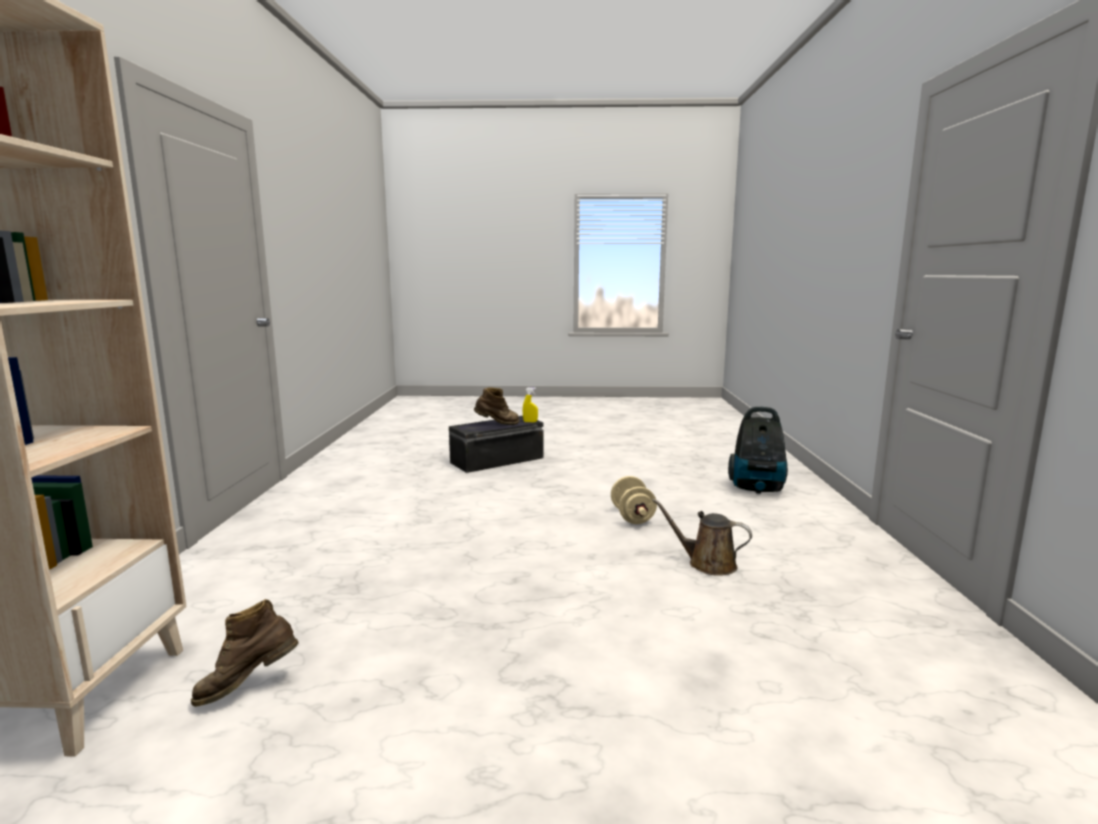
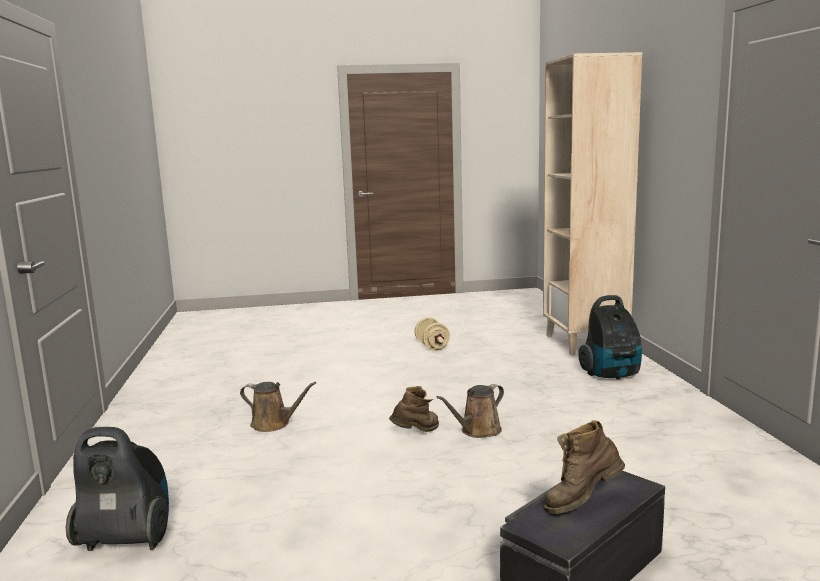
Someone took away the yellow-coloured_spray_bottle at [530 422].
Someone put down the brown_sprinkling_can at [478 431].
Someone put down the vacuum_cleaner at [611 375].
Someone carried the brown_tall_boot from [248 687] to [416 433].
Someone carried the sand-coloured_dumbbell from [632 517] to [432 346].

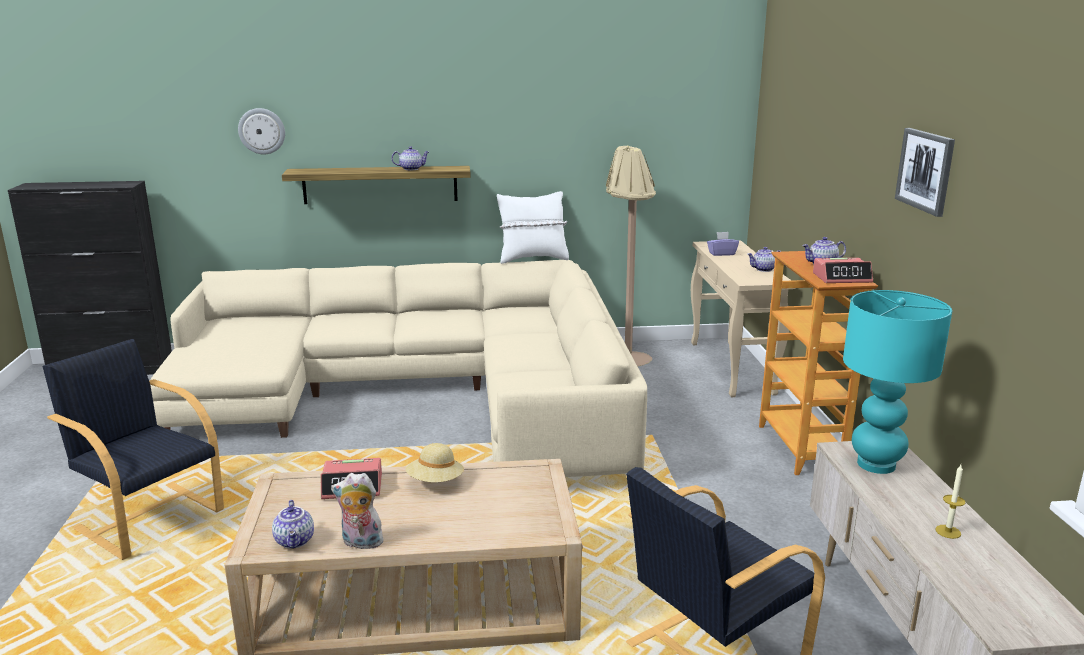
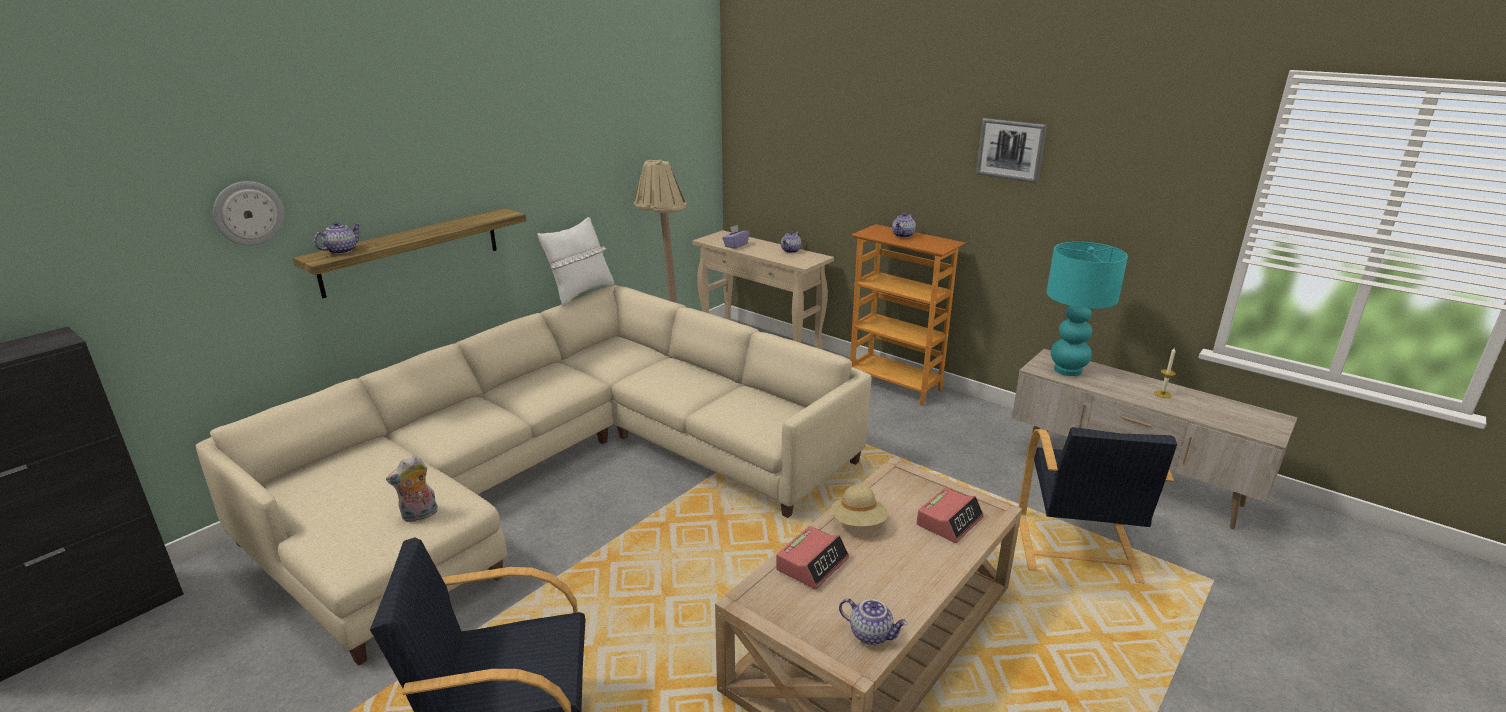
Someone carried the cuddly_toy from [360 543] to [419 516].
Someone carried the pot_for_tea from [411 169] to [341 251].
Someone carried the bedside_clock from [842 278] to [949 521].

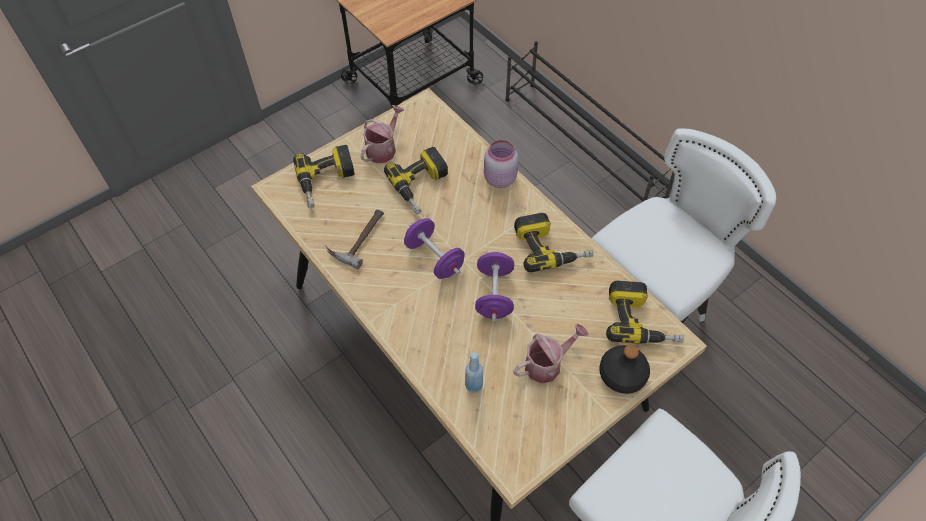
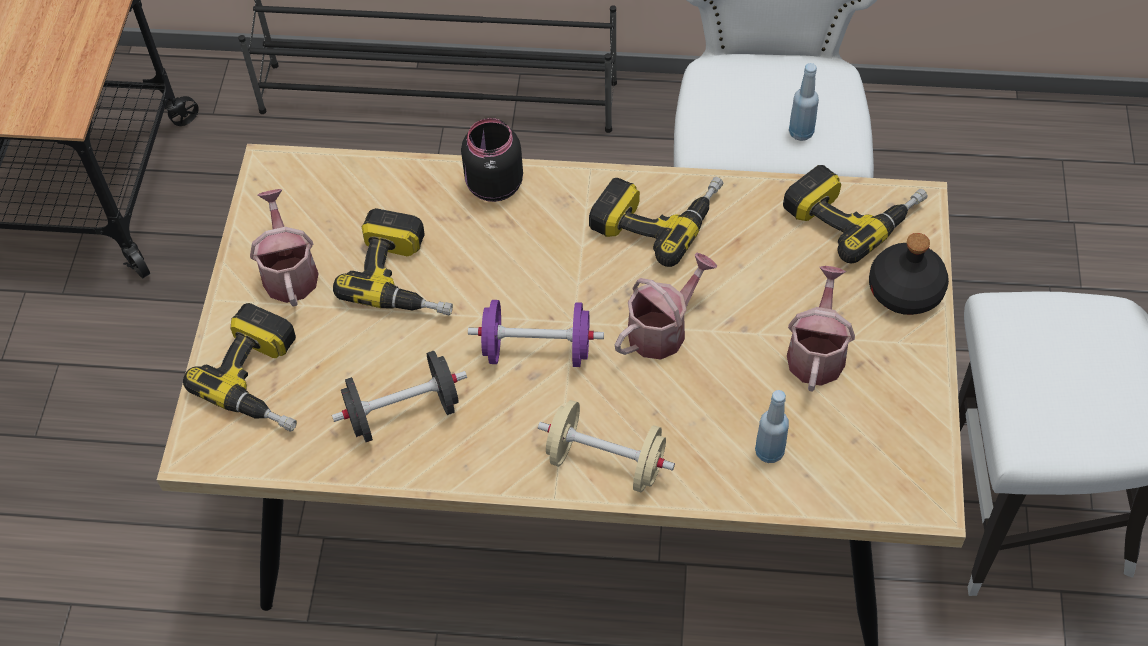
Someone put down the sand-coloured_dumbbell at [606 462].
Someone put down the bluish_beverage_bottle at [801 132].
Someone swapped the hammer at [357 237] for the black-coloured_dumbbell at [403 412].
Someone swapped the purplish_dumbbell at [494 294] for the sprinkling_can at [663 329].
Someone repainted the pinkish_preserve_jar at [499 178], which became the black-coloured_preserve_jar at [493 186].

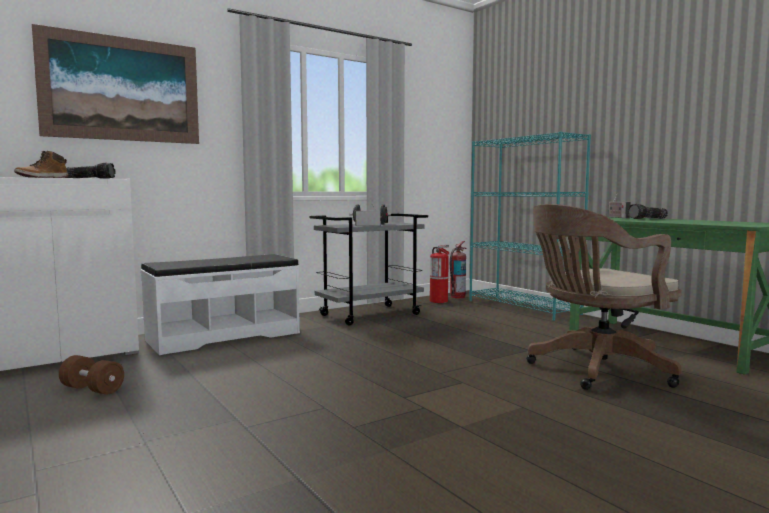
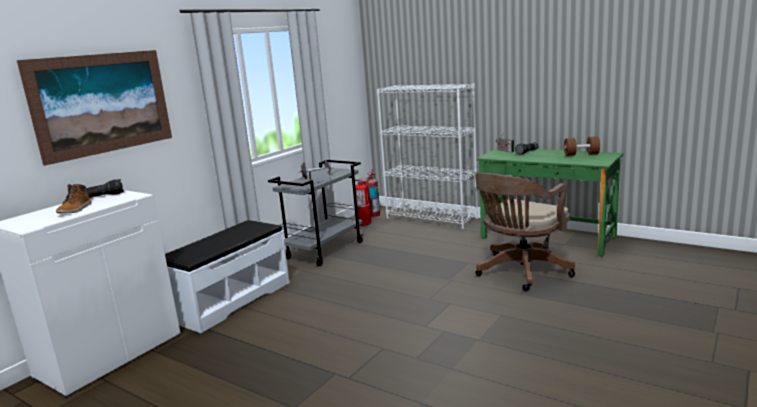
Someone carried the brown_dumbbell from [92 389] to [581 154].
Someone repainted the turquoise-coloured_bookshelf at [523 307], which became the whitish_bookshelf at [432 218].

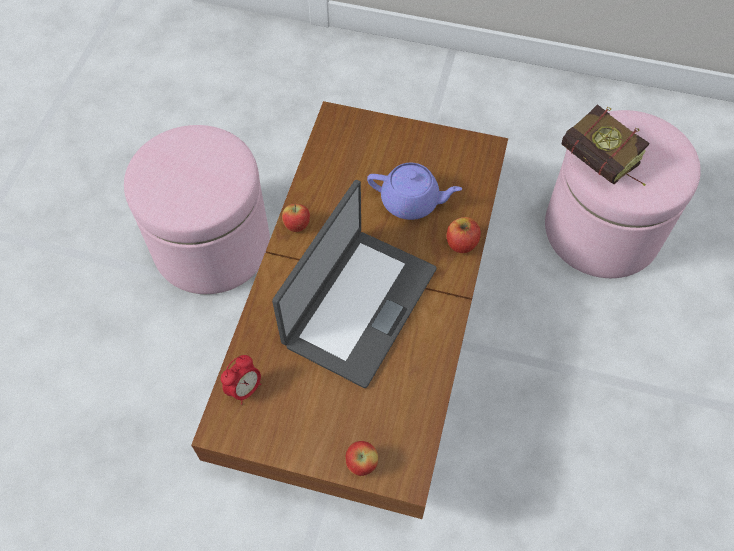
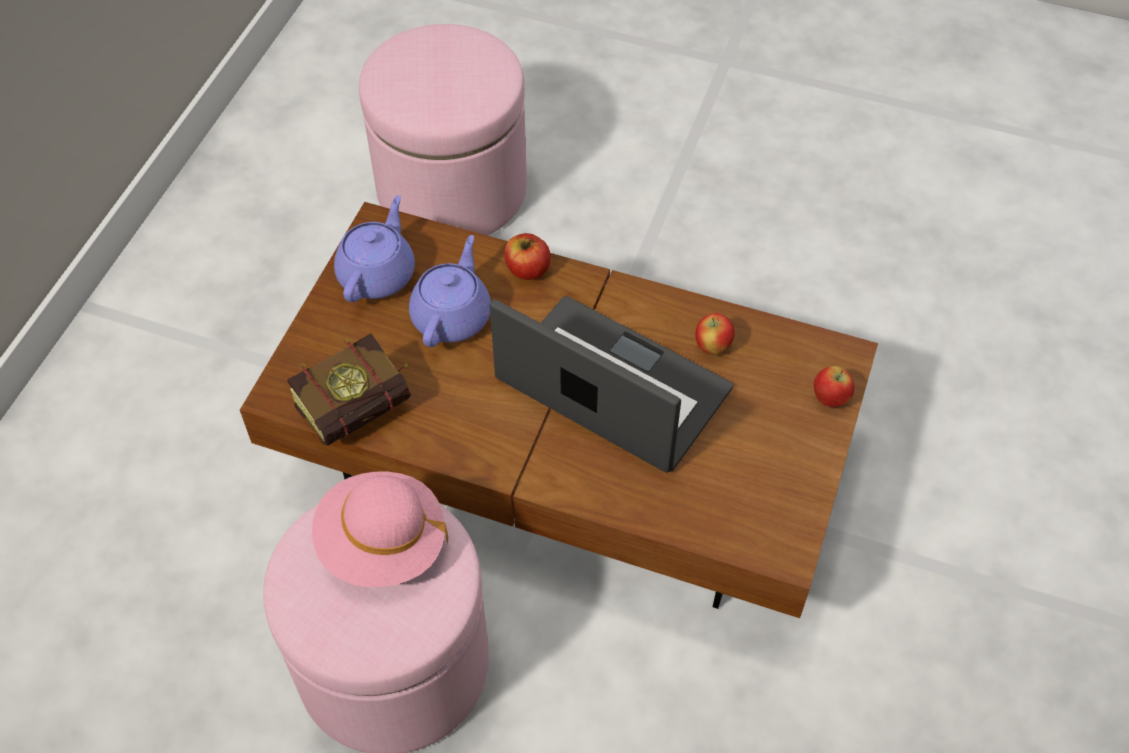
Someone took away the bedside_clock at [245 389].
Someone put down the pinkish_wearable_hat at [382 544].
Someone put down the purplish_pot_for_tea at [378 274].
Someone carried the apple from [297 226] to [712 347].
Someone carried the bound_book from [604 166] to [365 405].

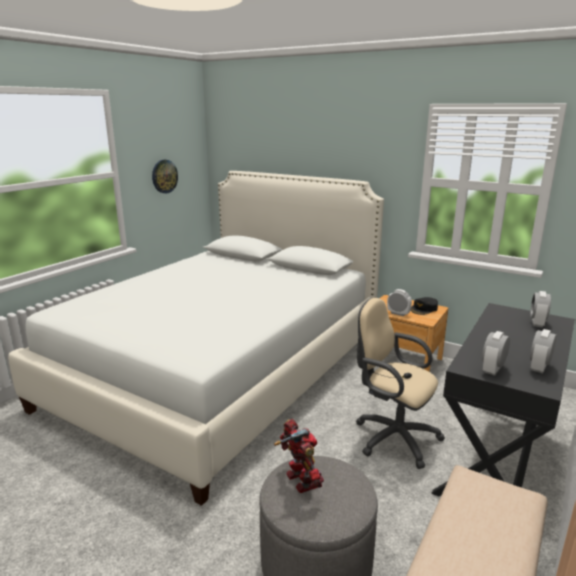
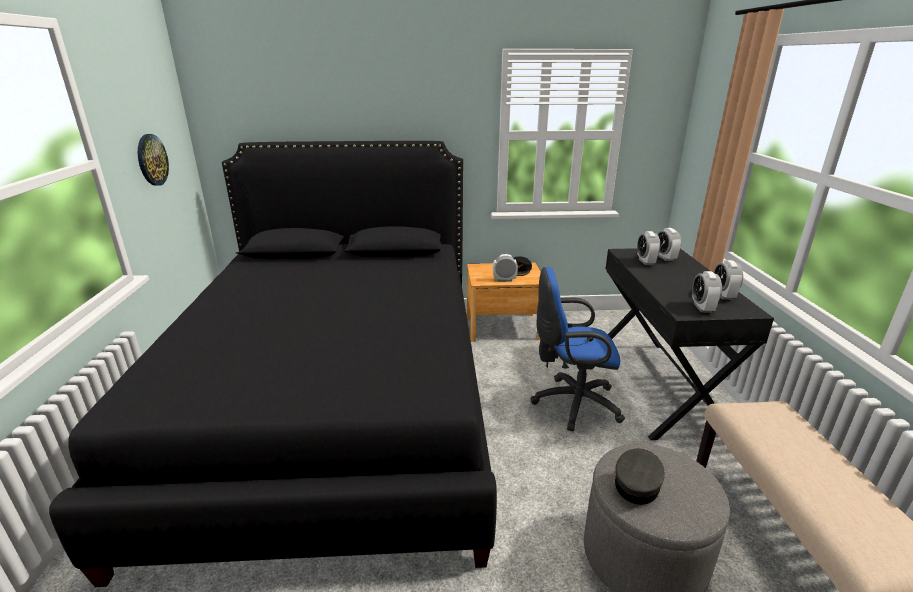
Someone put down the bedside_clock at [645 262].
Someone swapped the model_robot at [300 481] for the greyish_cap at [637 483].
Someone repainted the whitish_sleeping_bed at [221 372], which became the black-coloured_sleeping_bed at [338 405].
Someone repainted the sand-coloured_computer_chair at [392 437], which became the bluish_computer_chair at [571 403].

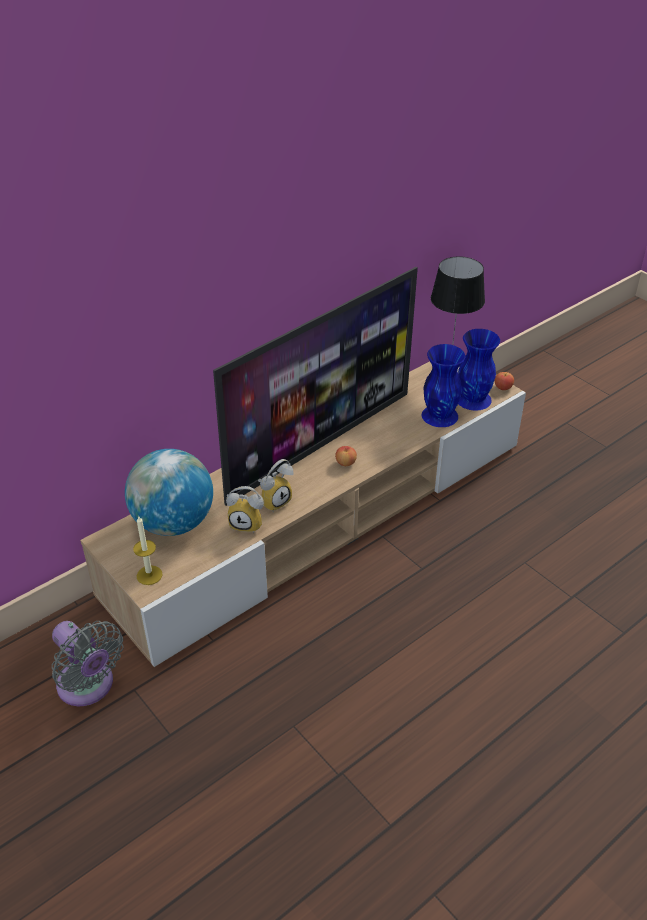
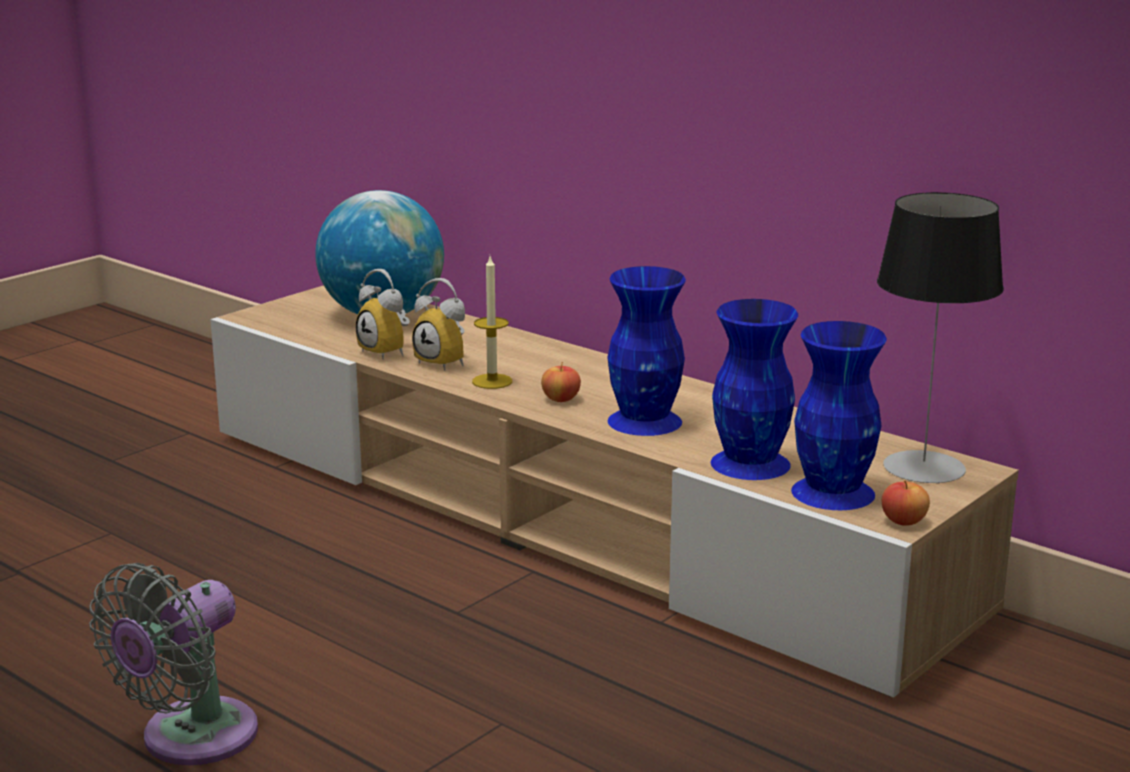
Someone took away the television at [319 444].
Someone put down the bluish_flower_vase at [645 421].
Someone carried the greyish_electric_fan from [88 687] to [190 739].
Someone carried the candle from [149 575] to [492 381].
Someone rotated the bedside_clock at [248 523] by 45 degrees counterclockwise.

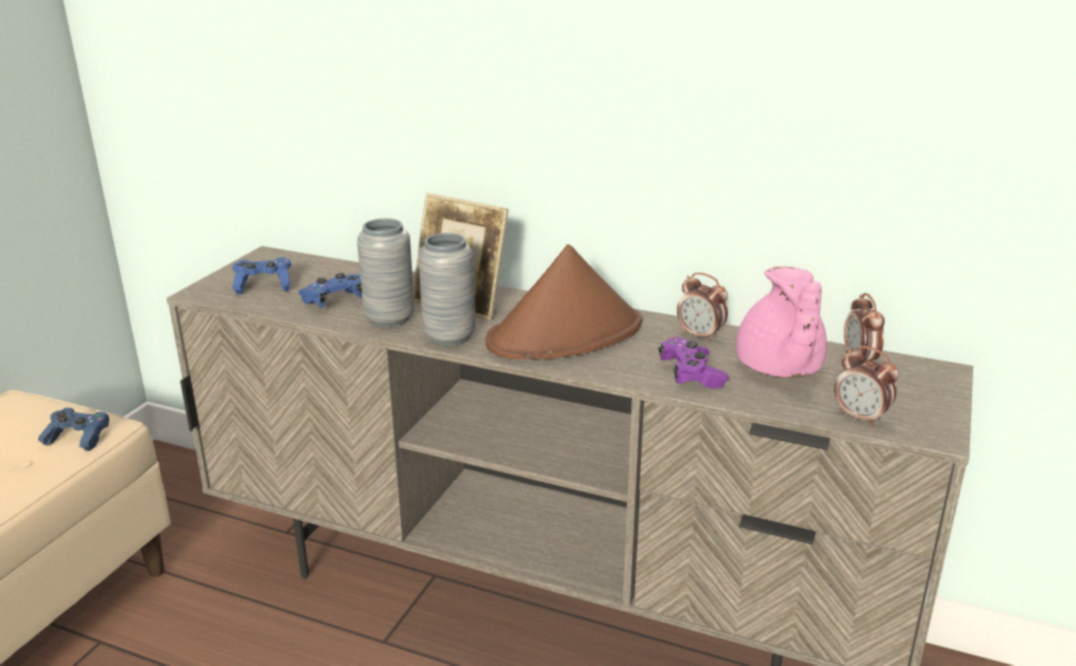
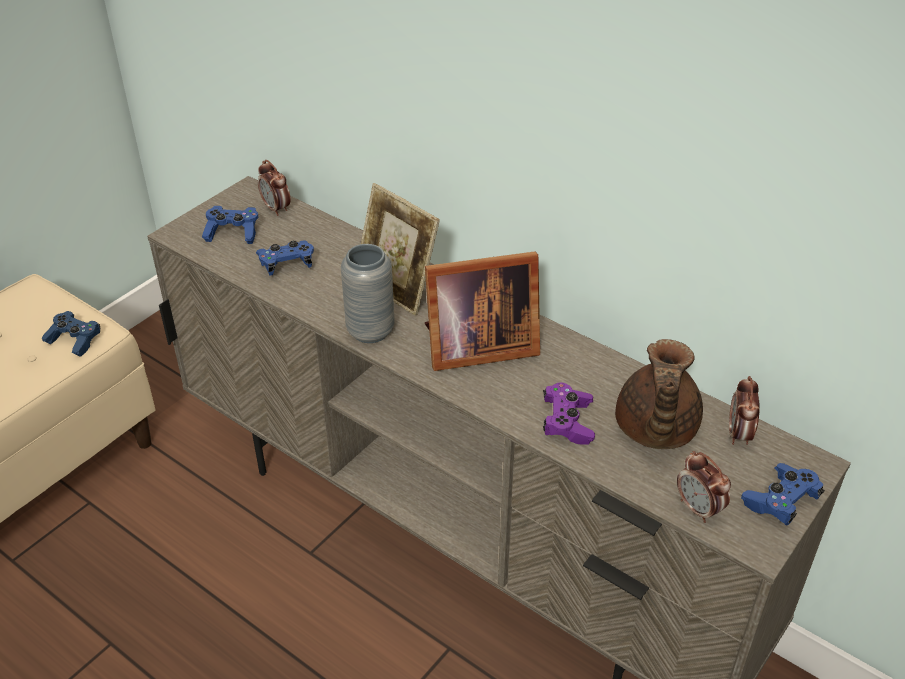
Someone took away the greyish_flower_vase at [389 319].
Someone put down the bluish_joypad at [780 501].
Someone carried the bedside_clock from [700 336] to [276 209].
Someone swapped the brown_wearable_hat at [566 334] for the standing_frame at [476 347].
Someone repainted the pinkish_pot_for_tea at [778 368], which became the brown_pot_for_tea at [654 430].

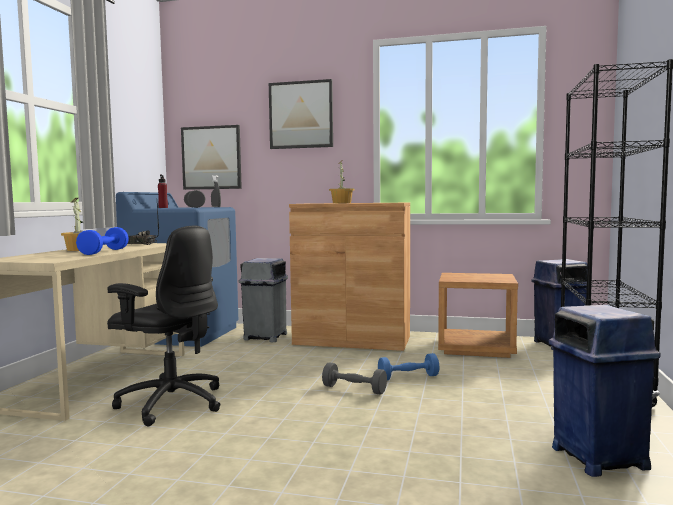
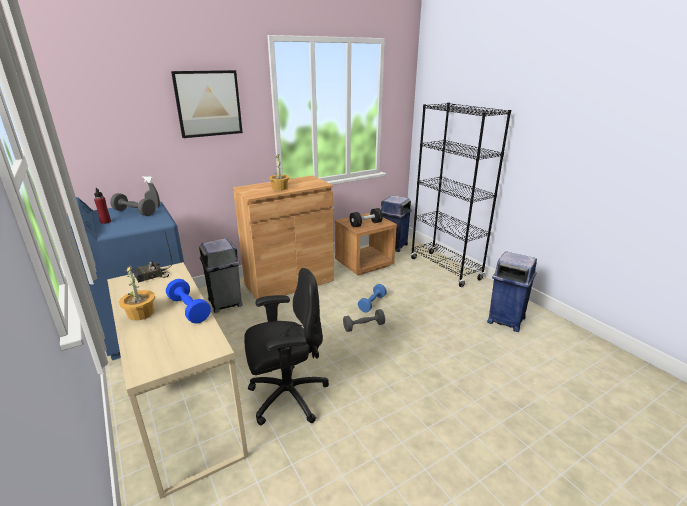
Someone took away the picture at [211 158].
Someone put down the black-coloured_dumbbell at [366 224].

